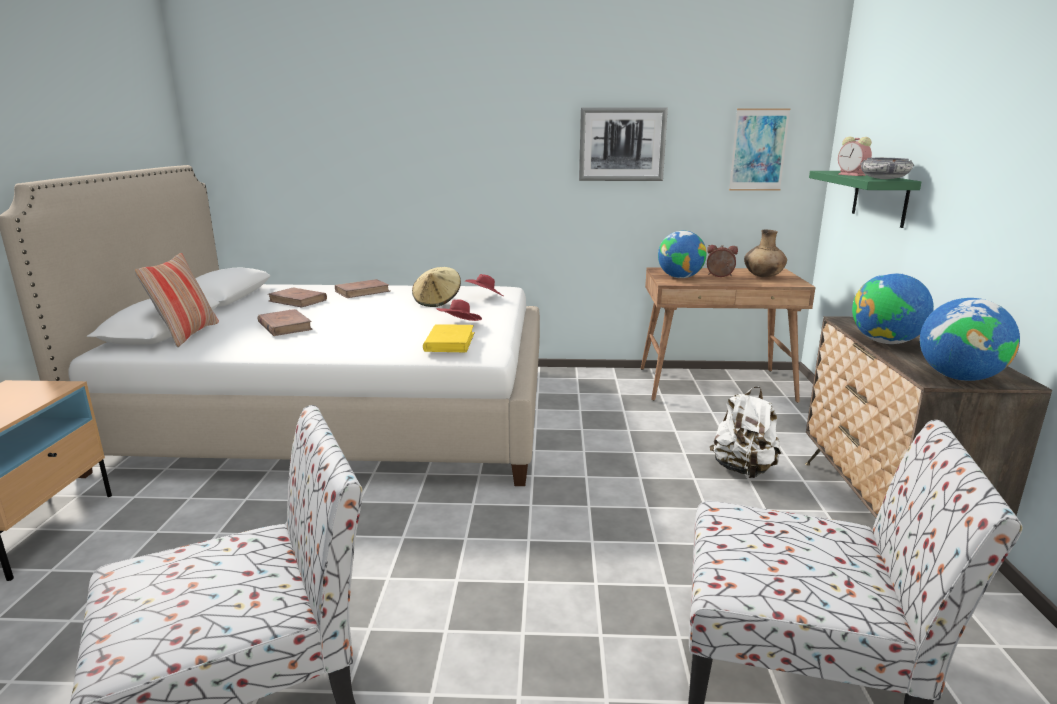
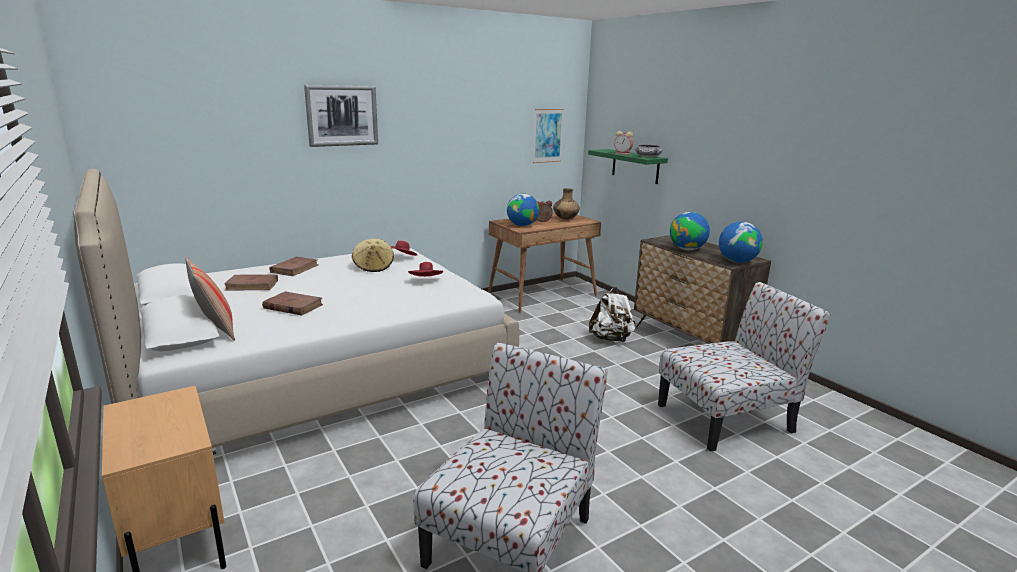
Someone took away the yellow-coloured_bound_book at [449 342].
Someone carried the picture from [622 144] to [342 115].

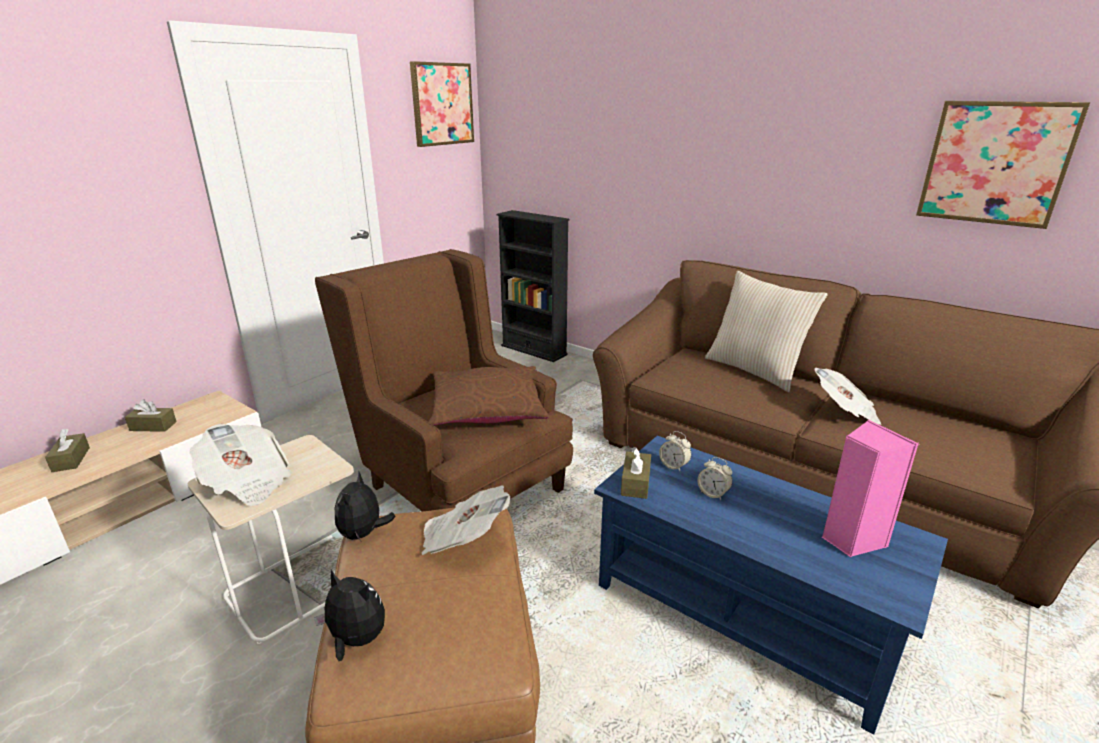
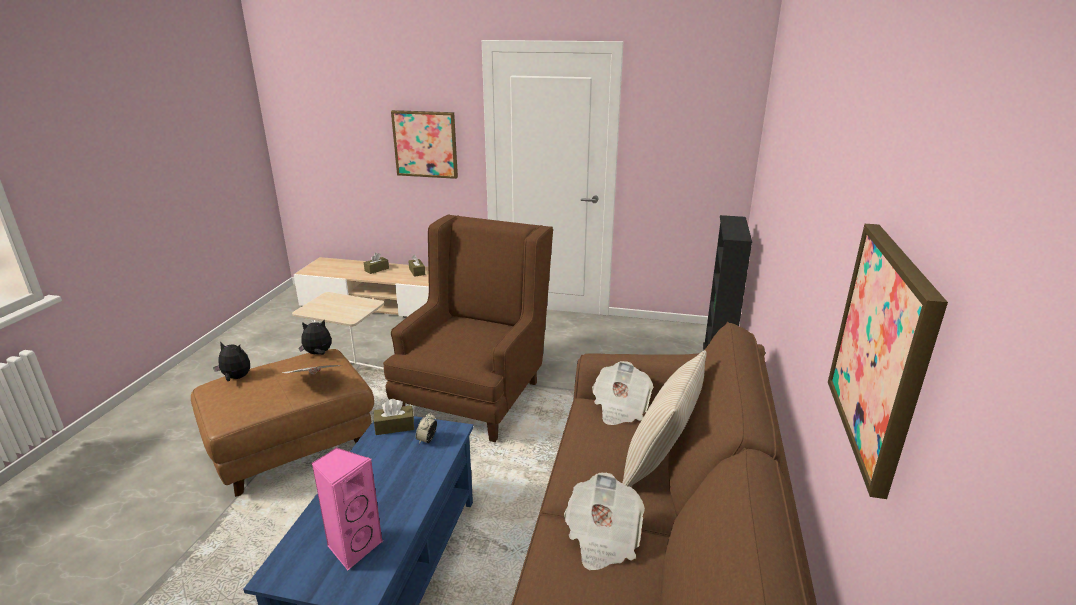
Someone took away the brown_throw_pillow at [487 408].
Someone took away the bedside_clock at [713 493].
Someone carried the printed_paper from [247 483] to [620 408].
Someone carried the picture from [442 104] to [425 144].
Someone rotated the cuddly_toy at [356 640] by 75 degrees counterclockwise.

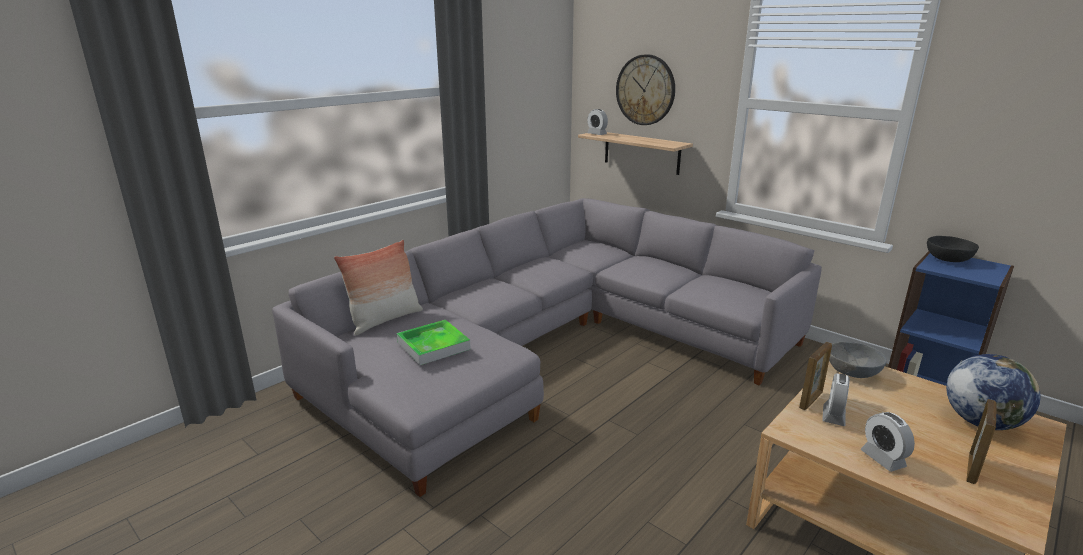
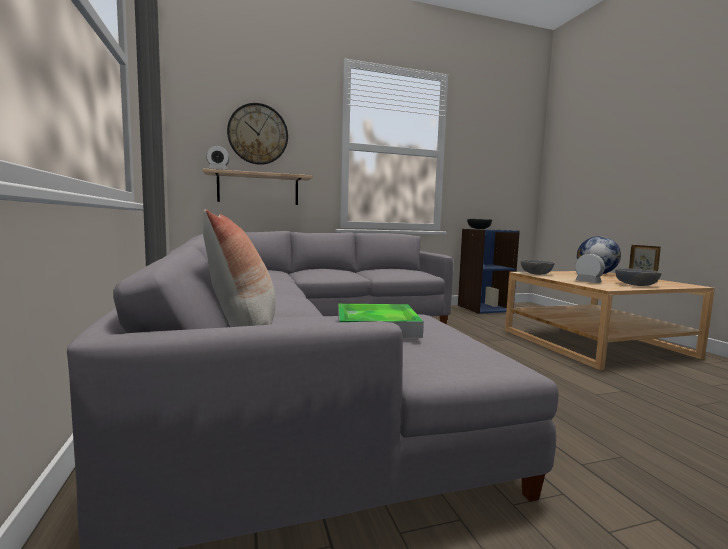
Someone took away the standing_frame at [811 400].
Someone swapped the bedside_clock at [882 459] for the greyish_serving_bowl at [636 285].

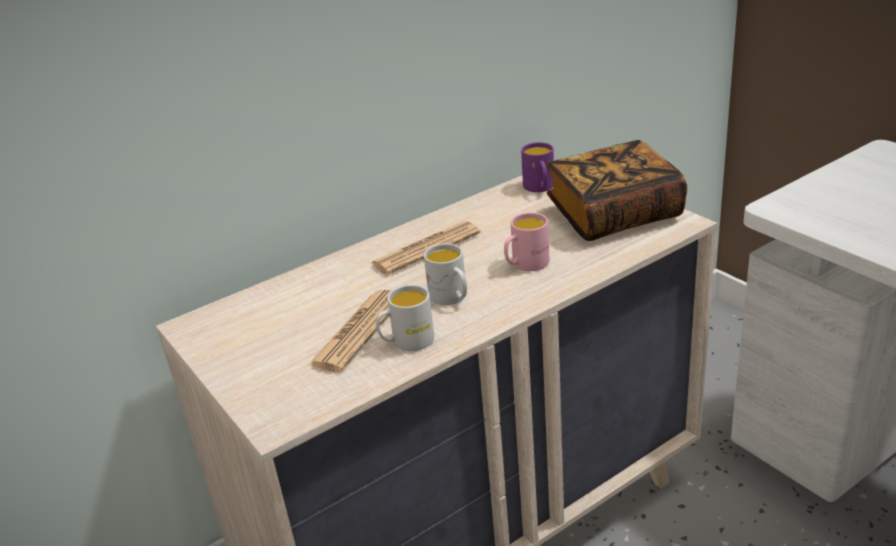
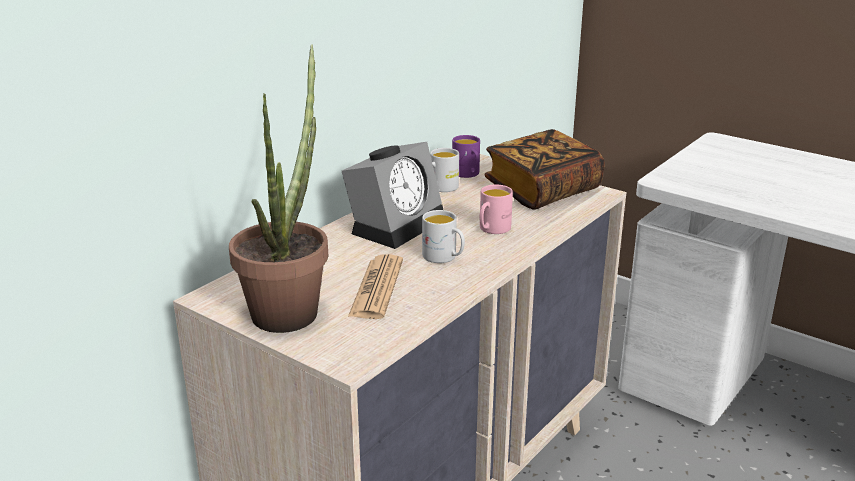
Someone put down the plant_in_a_pot at [290 307].
Someone carried the whitish_coffee_mug from [406 342] to [440 188].
Someone swapped the printed_paper at [426 249] for the bedside_clock at [397 224].

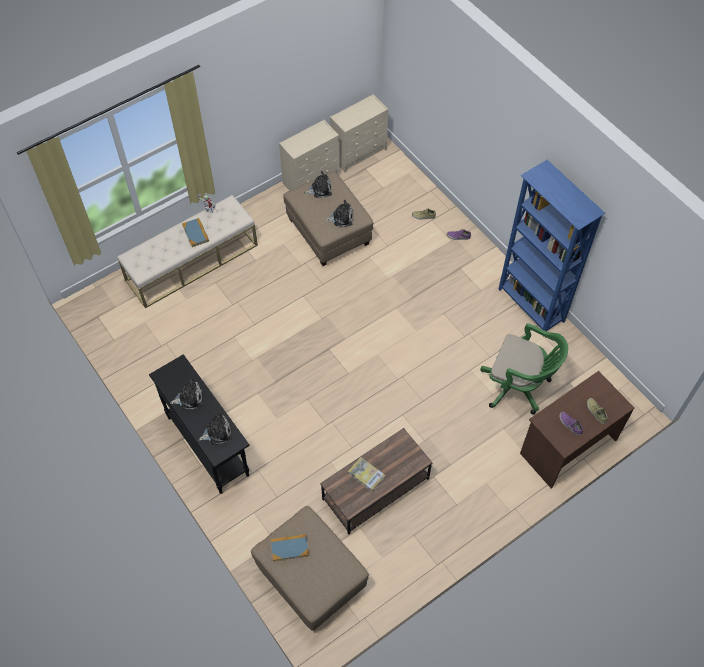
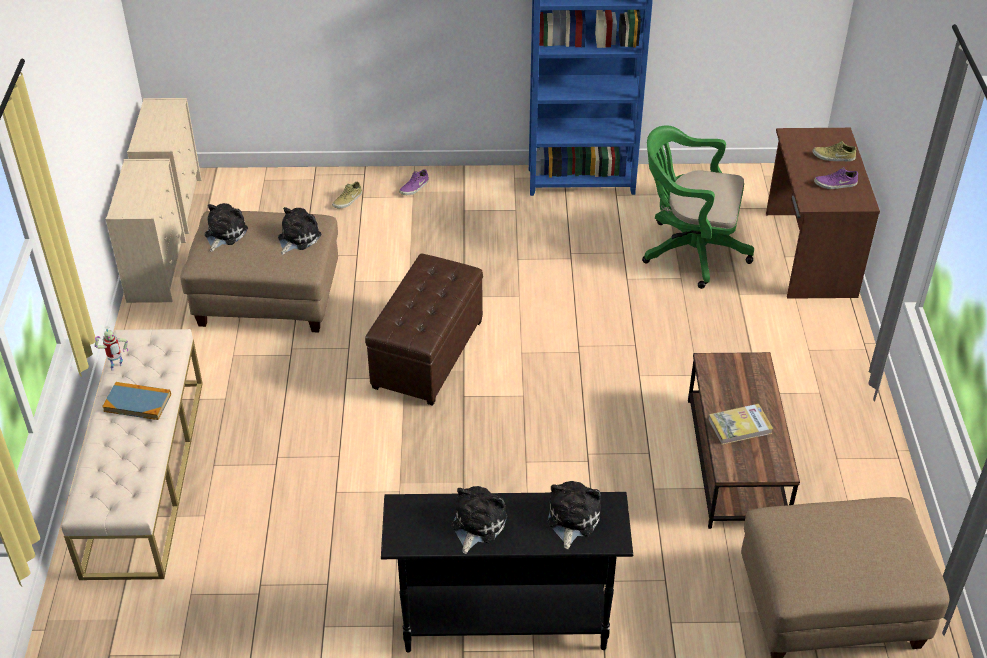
Someone took away the bound_book at [289 548].
Someone put down the brown_pouffe at [427 354].
Someone rotated the green-coloured_computer_chair at [518 386] by 135 degrees counterclockwise.

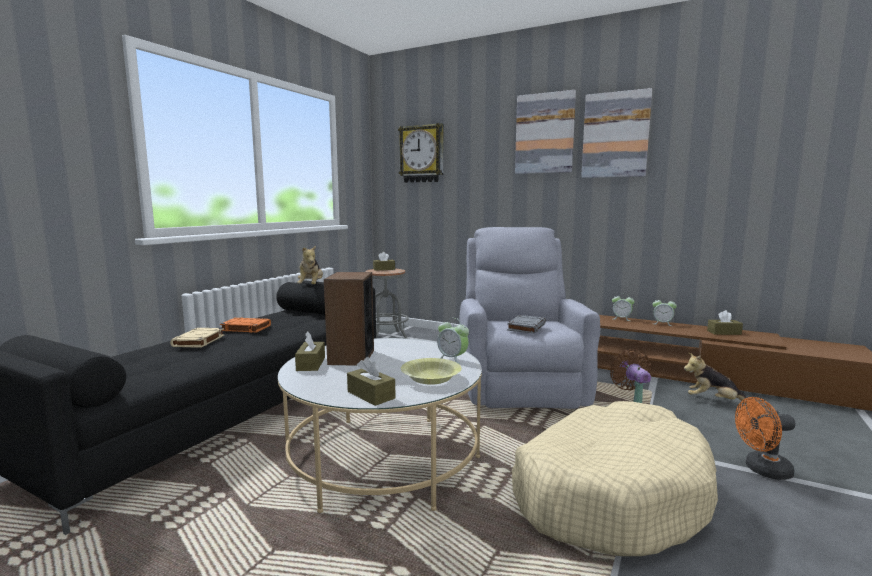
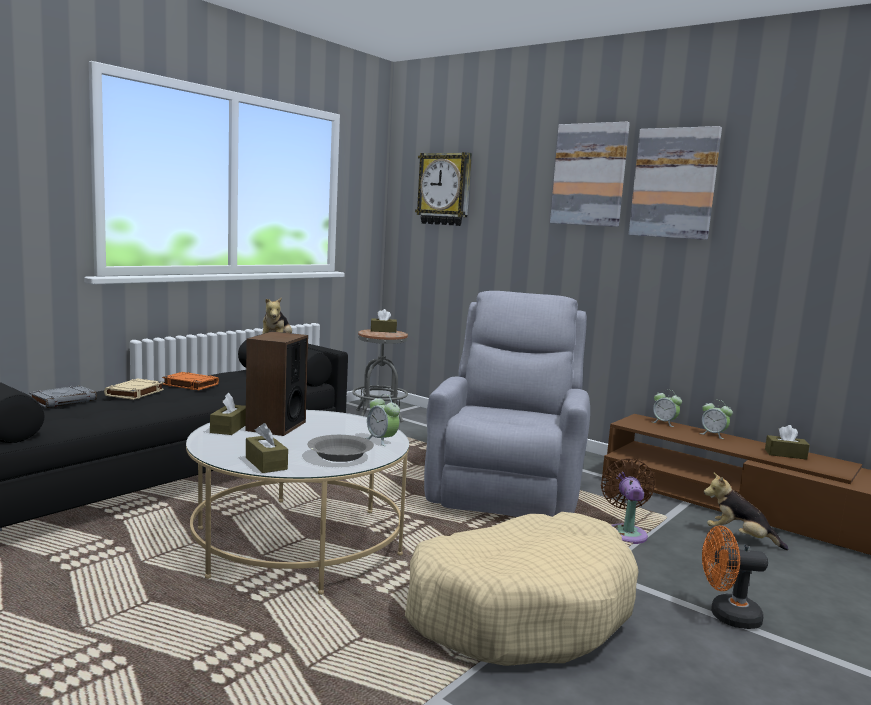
Someone carried the greyish_bound_book from [526 327] to [64 401].
Someone repainted the yellow-coloured_serving_bowl at [430 378], which became the greyish_serving_bowl at [340 456].

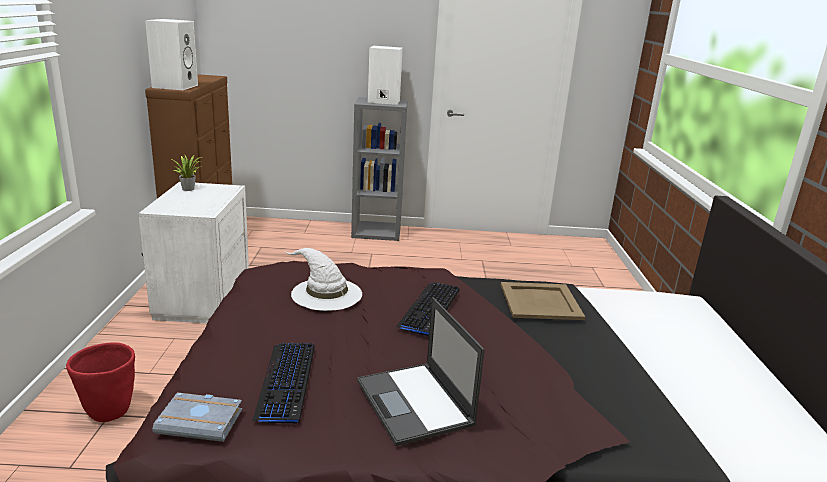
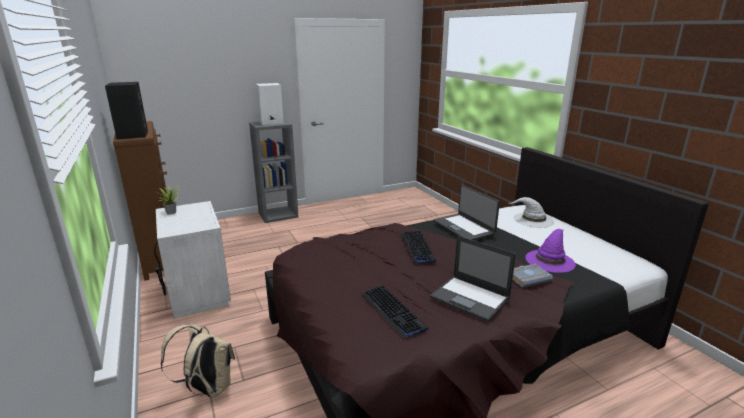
Someone put down the purplish_wearable_hat at [550 260].
Someone carried the greyish_bound_book from [202 421] to [528 277].
Someone carried the whitish_wearable_hat from [325 293] to [533 220].
Someone swapped the reddish_flower_pot at [109 411] for the sand-coloured_rucksack at [207 388].
Someone swapped the sand-coloured_tray at [541 302] for the laptop at [464 227].
Someone repainted the whitish_speaker at [175 86], which became the black-coloured_speaker at [132 135].

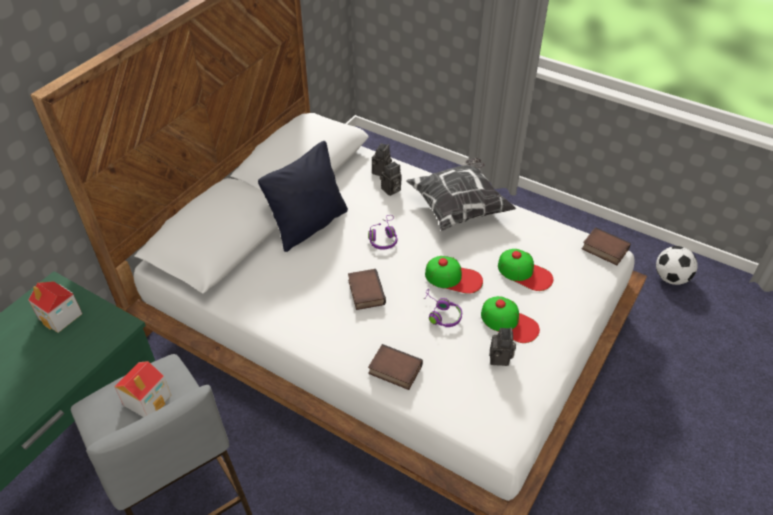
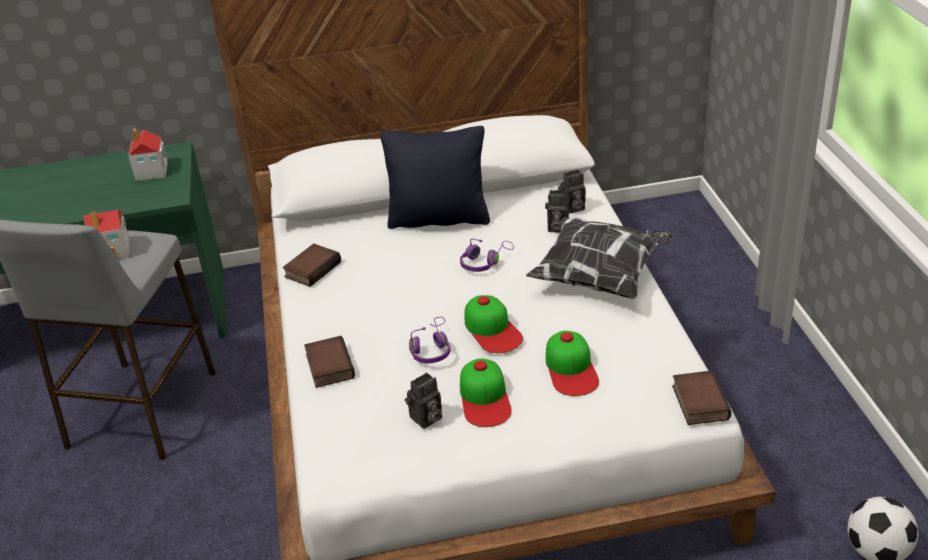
Someone carried the bound_book from [365 292] to [312 269].

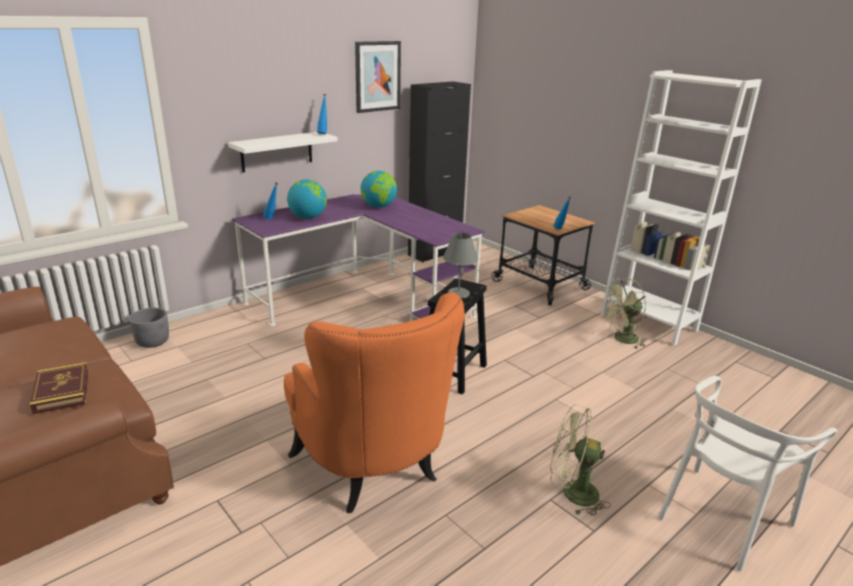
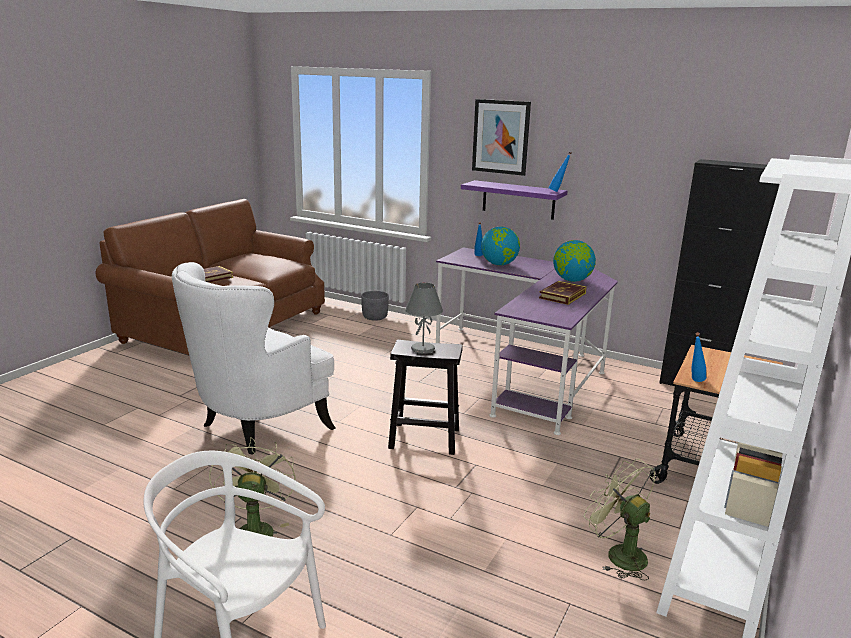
Someone put down the bound_book at [562 296].
Someone carried the picture from [377 76] to [501 137].
Someone repainted the whitish_bracket_shelf at [277 151], which became the purplish_bracket_shelf at [518 200].
Someone repainted the orange-coloured_armchair at [375 469], which became the whitish_armchair at [257 426].

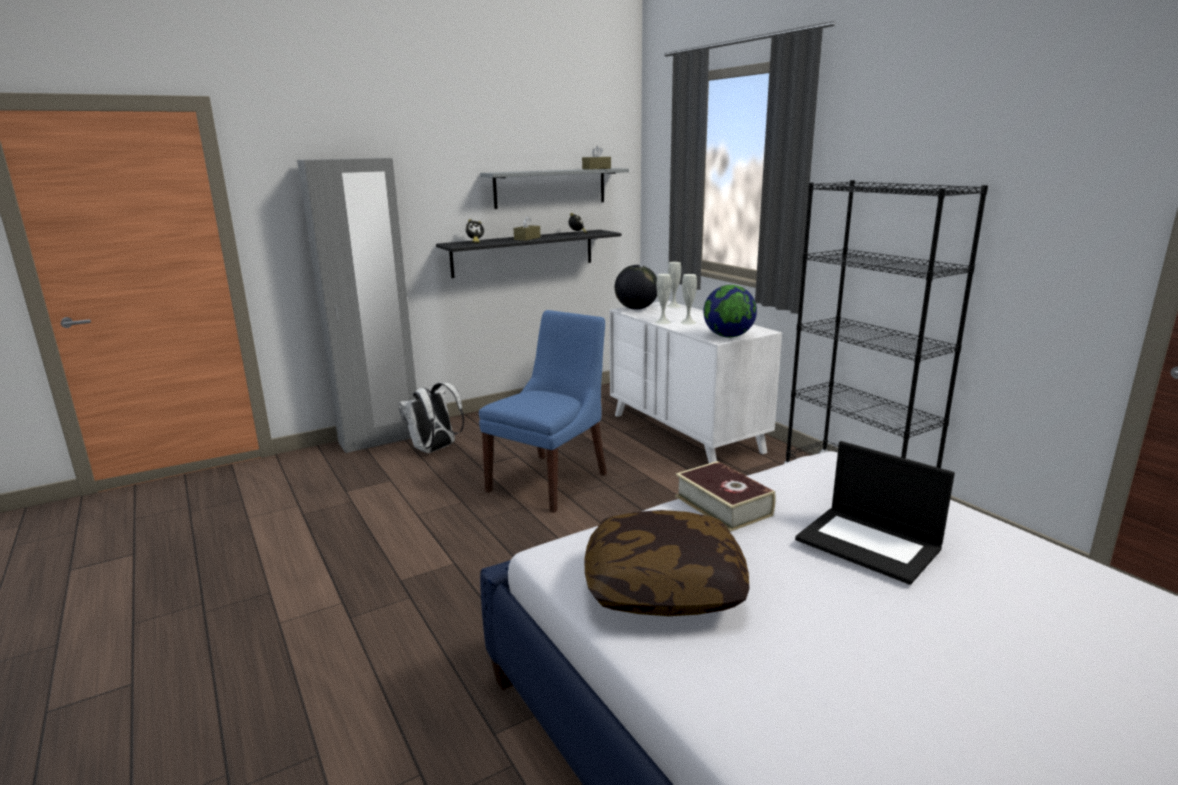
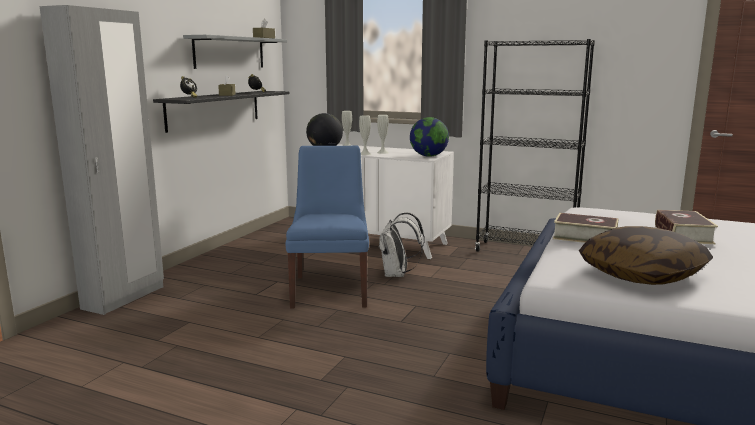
Someone carried the whitish_rucksack from [434 449] to [397 274].
Someone swapped the laptop at [870 544] for the bound_book at [683 234].

